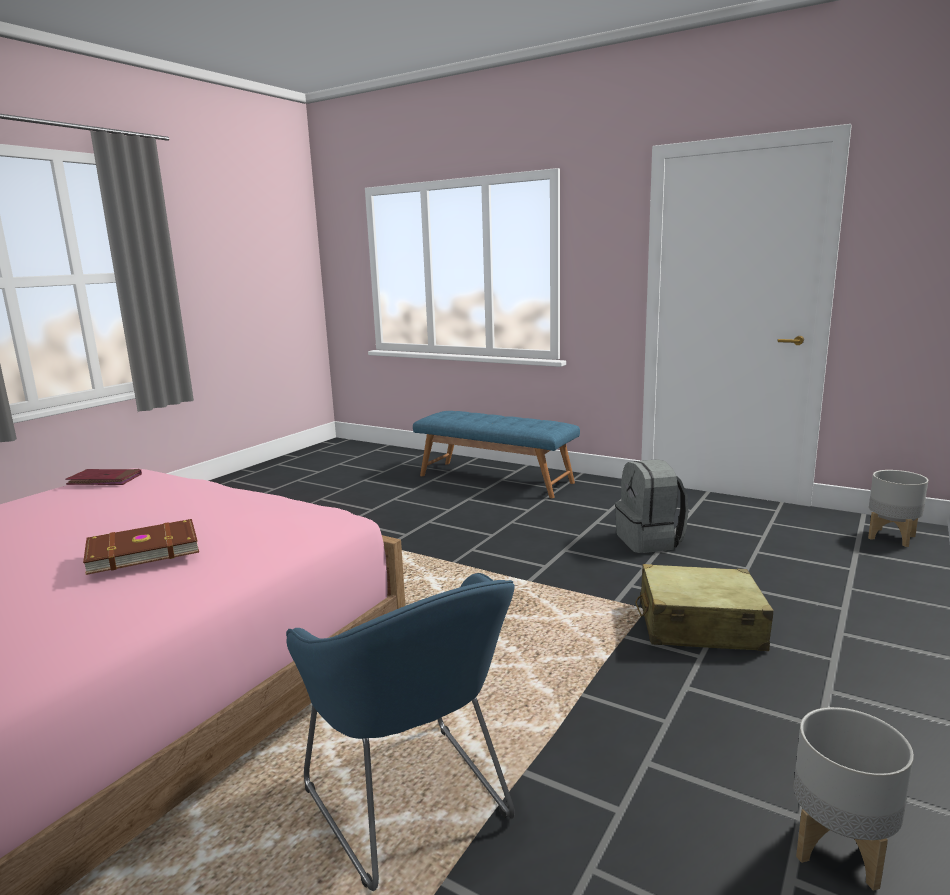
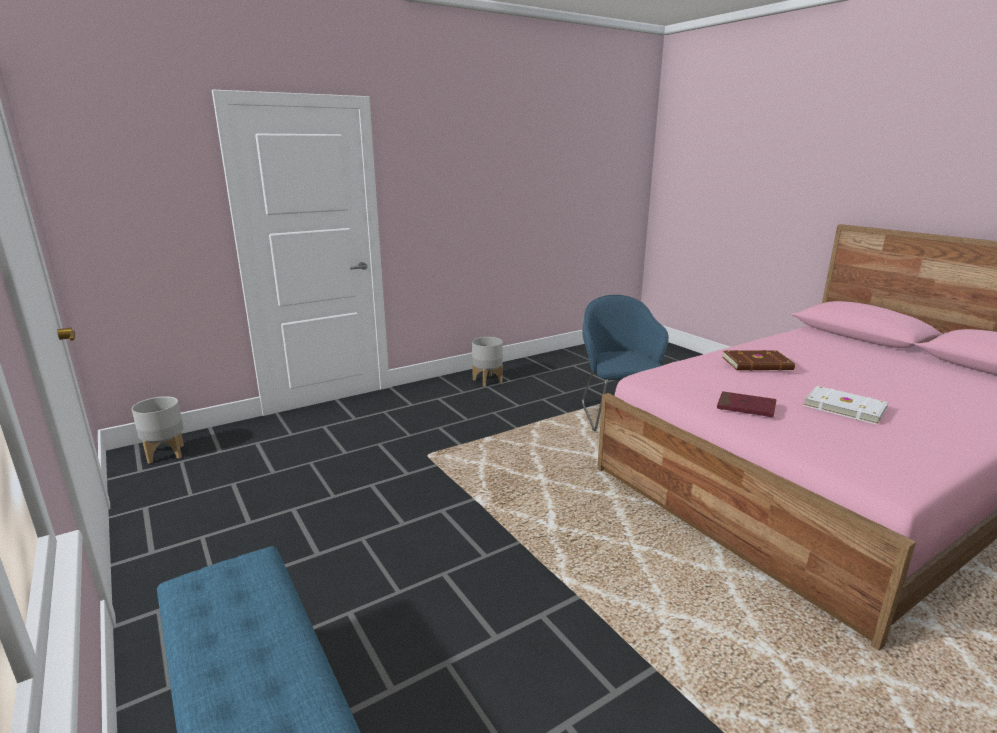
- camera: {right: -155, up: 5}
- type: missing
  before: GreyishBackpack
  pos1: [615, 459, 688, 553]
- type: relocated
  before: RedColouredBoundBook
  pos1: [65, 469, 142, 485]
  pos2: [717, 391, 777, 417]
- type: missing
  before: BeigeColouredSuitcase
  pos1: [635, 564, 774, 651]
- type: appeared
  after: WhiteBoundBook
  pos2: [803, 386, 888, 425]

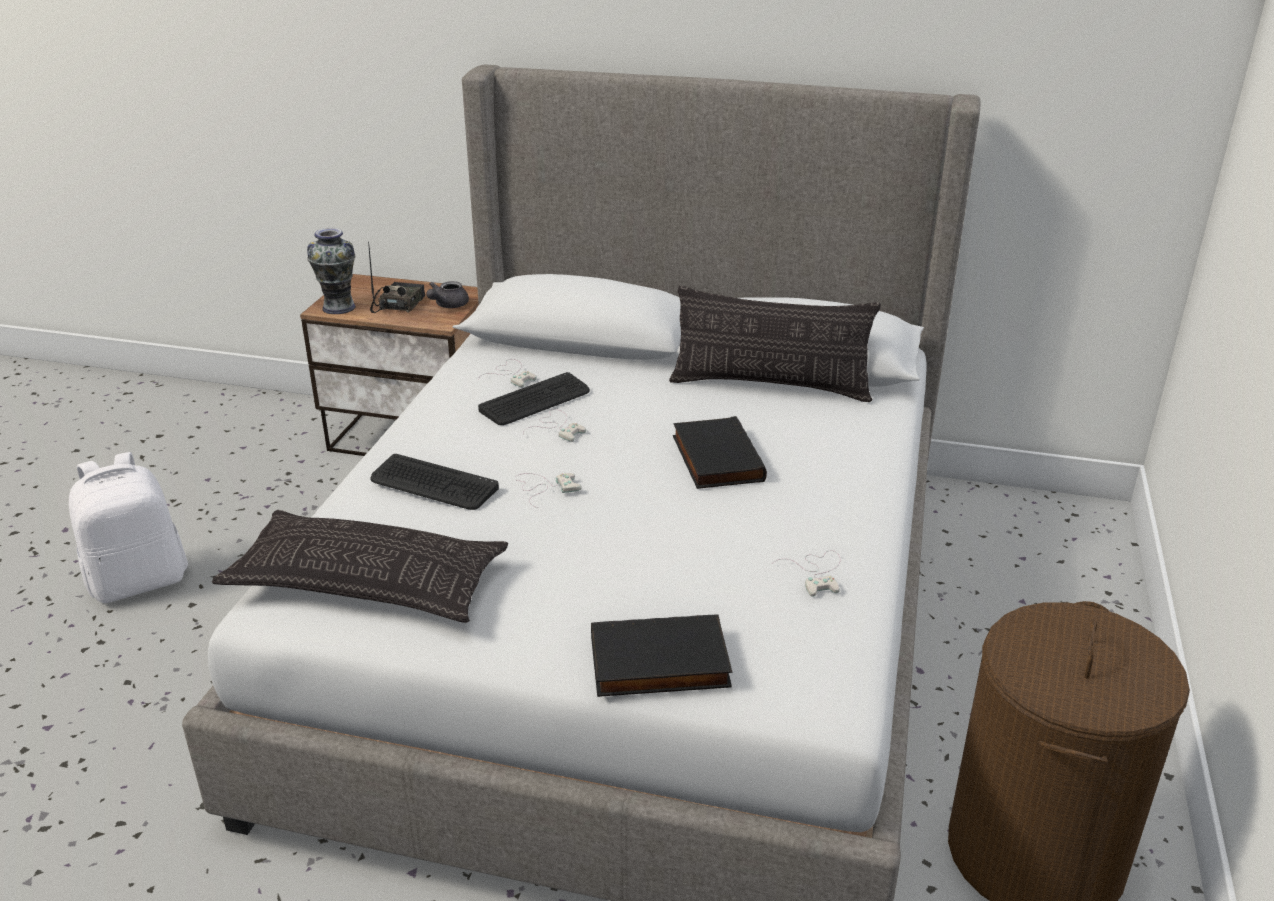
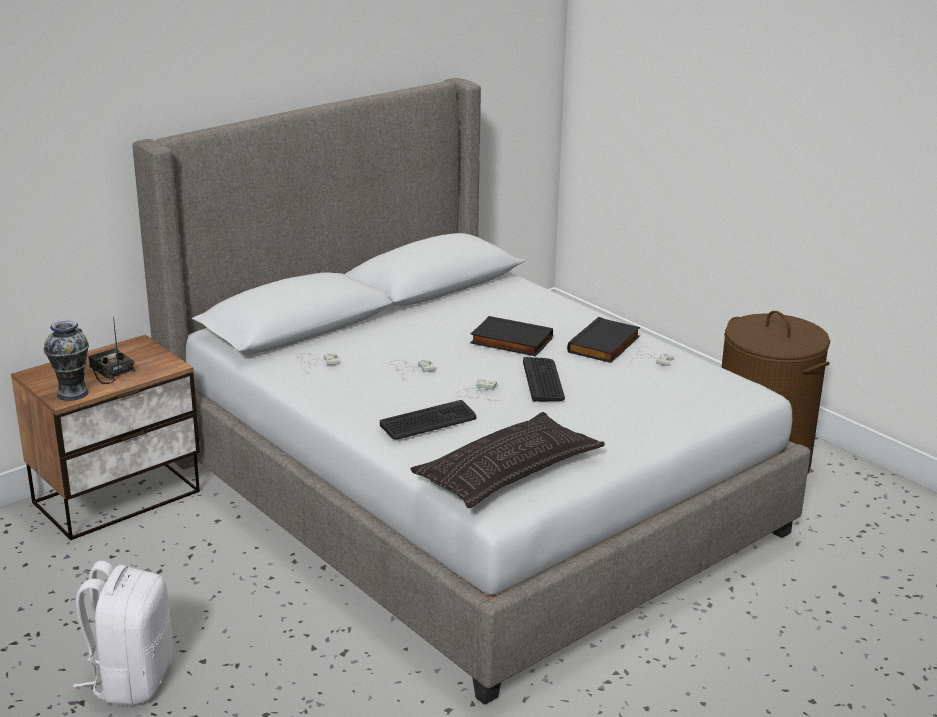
- camera: {right: -55, up: -5}
- type: missing
  before: GreyishTeaPot
  pos1: [426, 281, 469, 308]
- type: missing
  before: ThrowPillow
  pos1: [669, 286, 881, 402]
- type: relocated
  before: ComputerKeyboard
  pos1: [478, 372, 590, 425]
  pos2: [523, 357, 565, 402]
- type: relocated
  before: BlackishBoundBook
  pos1: [591, 614, 732, 697]
  pos2: [567, 317, 640, 363]

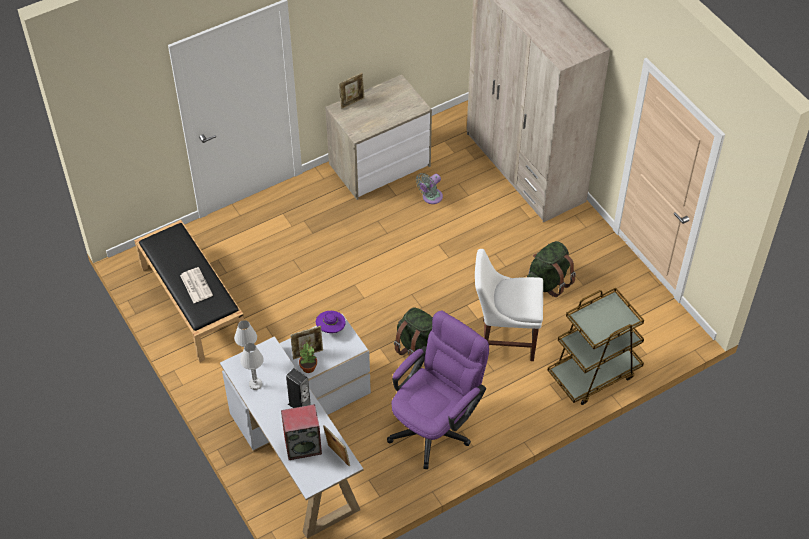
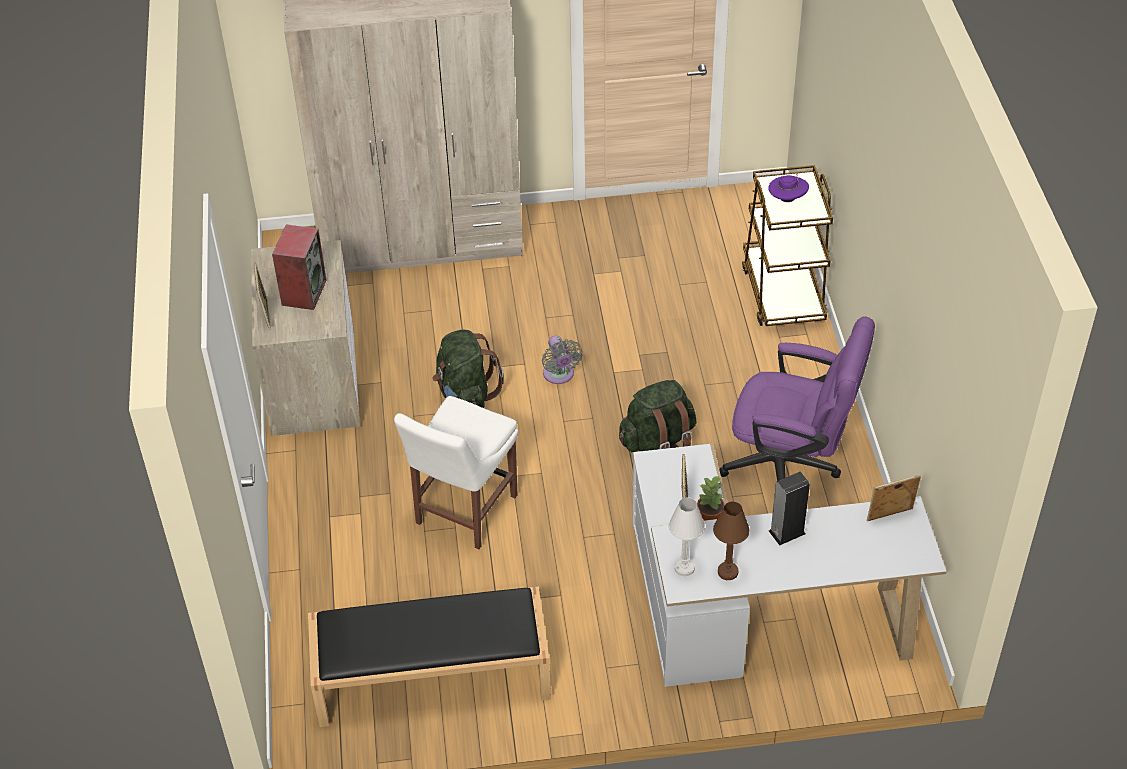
- camera: {right: -65, up: -5}
- type: relocated
  before: GreyishCoolingFan
  pos1: [416, 173, 443, 204]
  pos2: [542, 336, 583, 384]
- type: relocated
  before: GreenishBackpack
  pos1: [527, 241, 576, 297]
  pos2: [432, 330, 504, 408]
- type: relocated
  before: WhiteUprightChair
  pos1: [475, 249, 543, 361]
  pos2: [394, 396, 518, 549]
- type: missing
  before: Newspaper
  pos1: [180, 267, 213, 303]
- type: relocated
  before: PurpleHat
  pos1: [316, 311, 346, 333]
  pos2: [768, 173, 809, 202]
- type: spun
  before: PurpleOfficeChair
  pos1: [387, 311, 489, 469]
  pos2: [719, 317, 875, 481]
  turn: 135
- type: colour
  before: WhiteLampForATable
  after: BrownLampForATable
  pos1: [240, 343, 264, 390]
  pos2: [713, 501, 750, 580]
- type: relocated
  before: Speaker
  pos1: [281, 404, 322, 460]
  pos2: [272, 224, 326, 310]

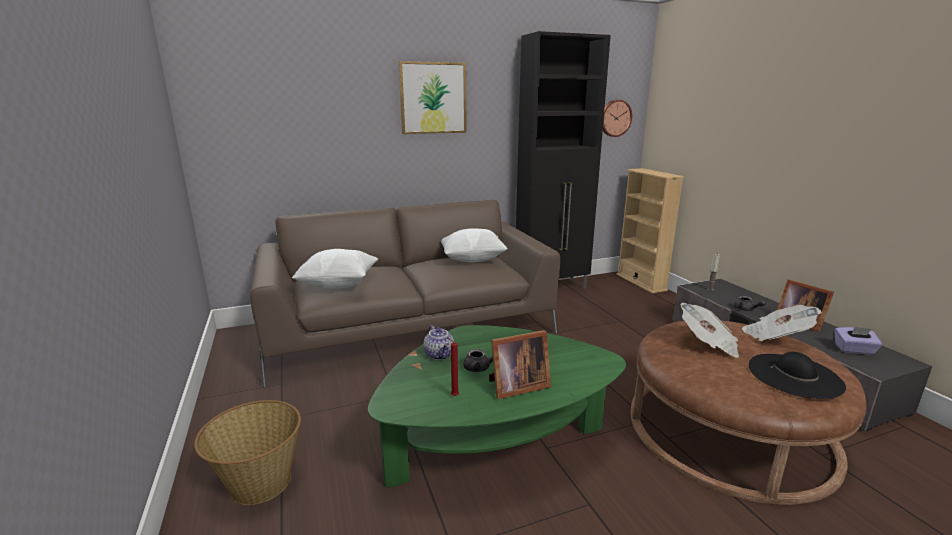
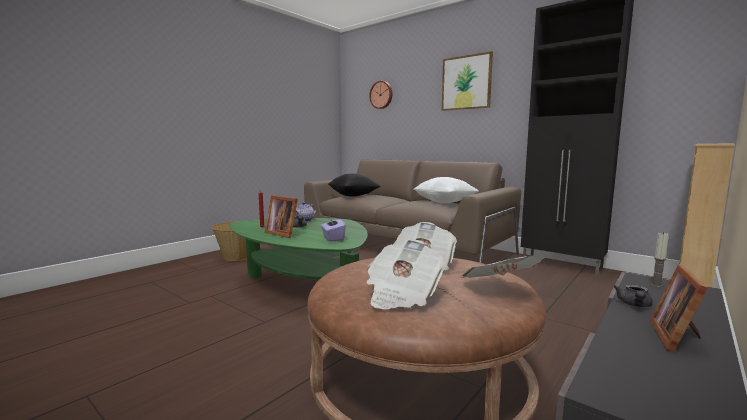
- camera: {right: 60, up: -10}
- type: relocated
  before: ClockOnTheWall
  pos1: [603, 100, 632, 137]
  pos2: [369, 81, 392, 109]
- type: colour
  before: WhiteThrowPillow
  after: BlackishThrowPillow
  pos1: [292, 249, 378, 289]
  pos2: [328, 174, 381, 197]
- type: relocated
  before: PurpleTissueHolder
  pos1: [835, 327, 882, 355]
  pos2: [321, 216, 346, 242]
- type: exchanged
  before: BlackishHat
  after: Newspaper
  pos1: [749, 352, 846, 399]
  pos2: [366, 239, 446, 309]

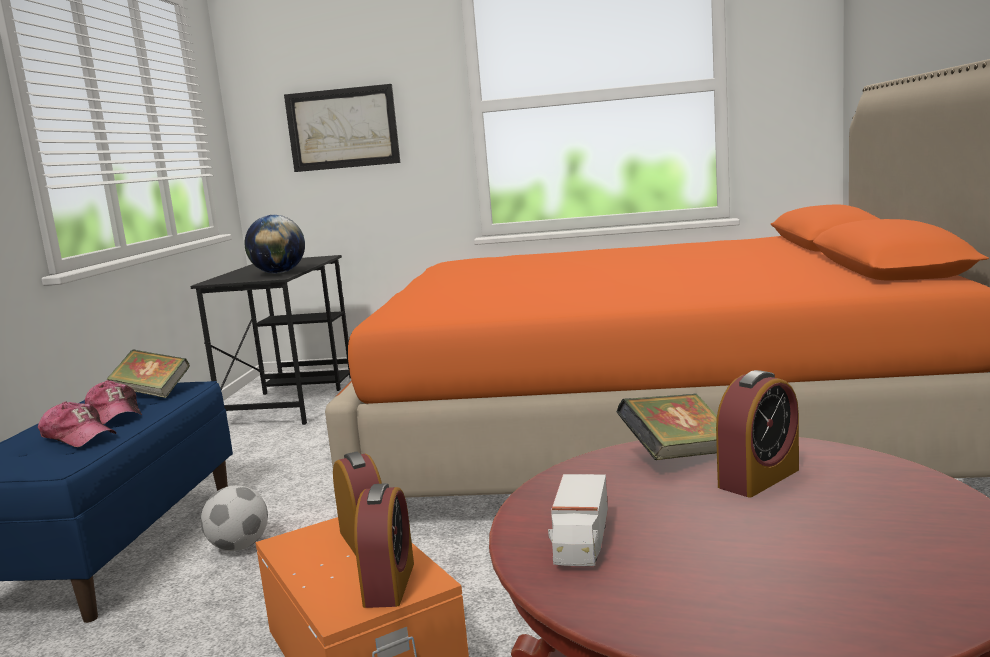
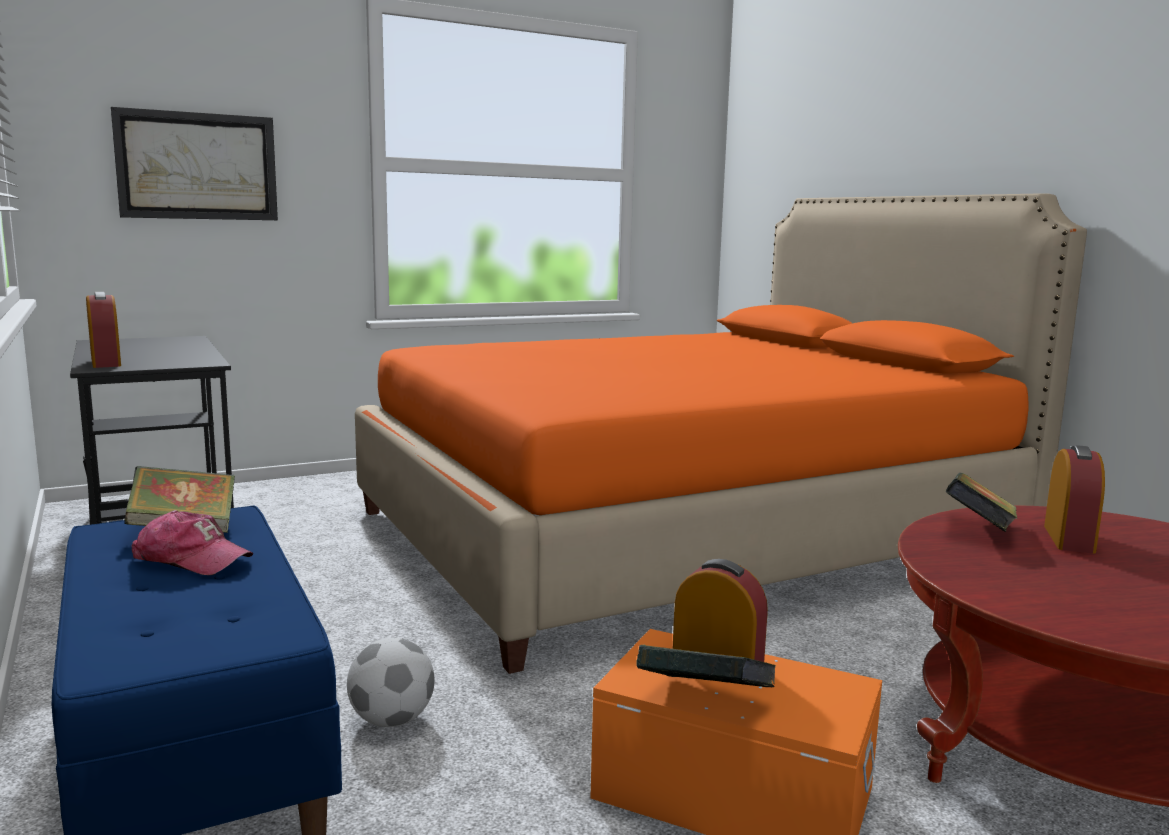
- camera: {right: -35, up: 0}
- type: missing
  before: DeskGlobe
  pos1: [245, 215, 305, 274]
- type: missing
  before: Cap
  pos1: [38, 401, 116, 447]
- type: missing
  before: ToyTruck
  pos1: [548, 474, 608, 566]
- type: relocated
  before: BedsideClock
  pos1: [354, 483, 414, 608]
  pos2: [86, 292, 121, 368]
- type: appeared
  after: BoundBook
  pos2: [636, 644, 776, 687]

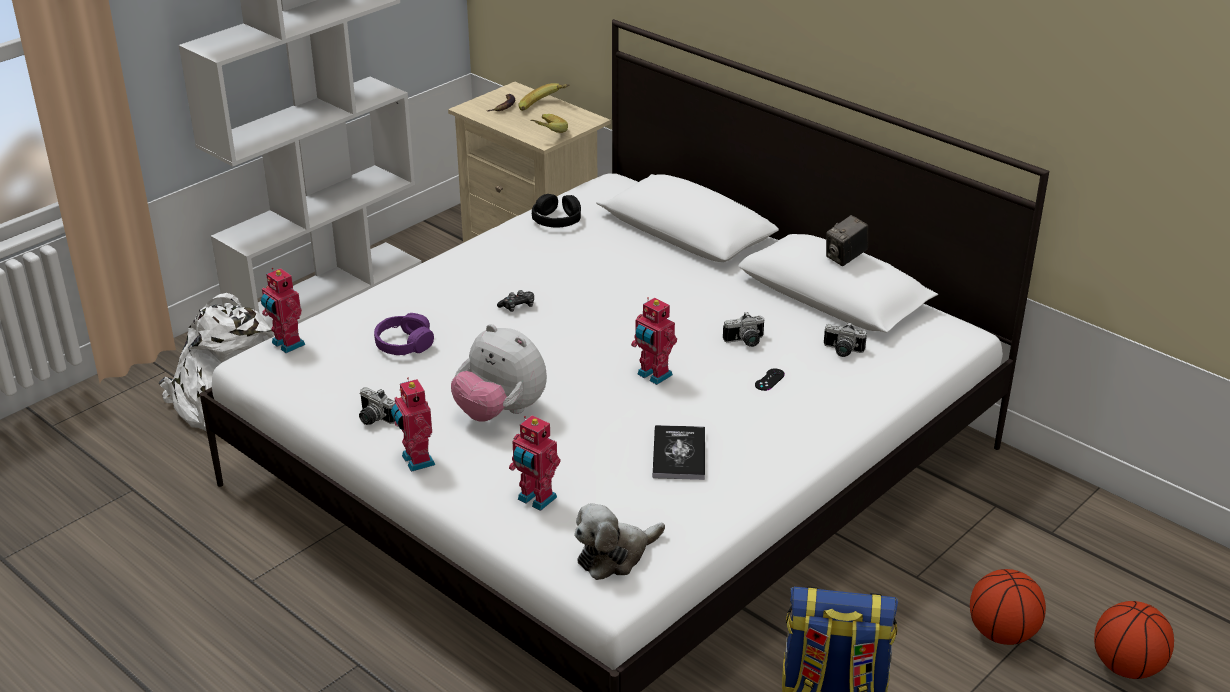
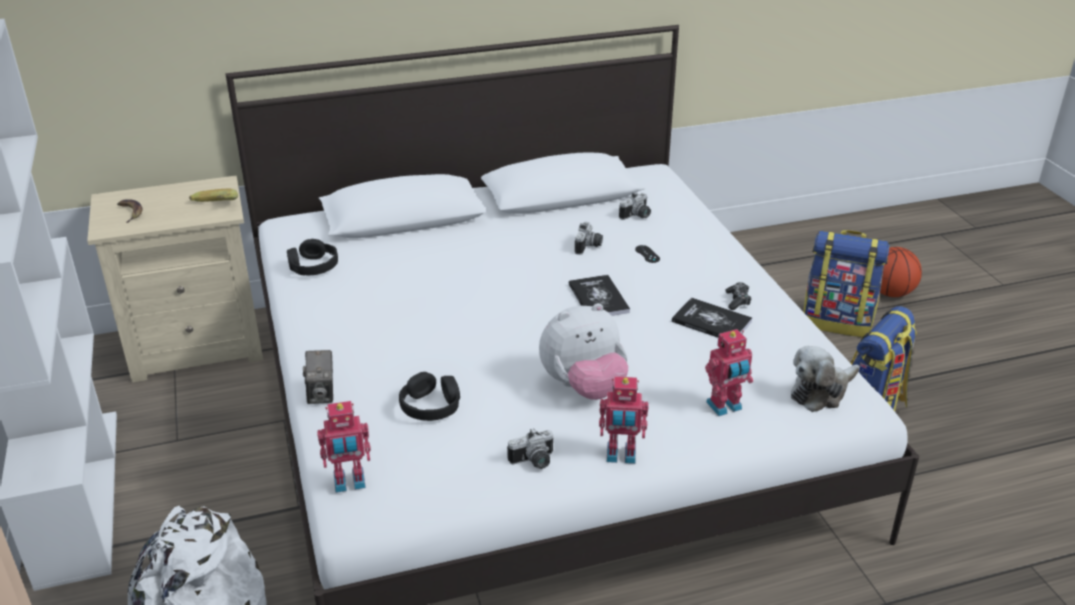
- camera: {right: -60, up: 0}
- type: missing
  before: BananaFruit
  pos1: [519, 83, 569, 111]
- type: relocated
  before: StillCamera
  pos1: [826, 215, 868, 266]
  pos2: [303, 350, 333, 404]
- type: relocated
  before: GameController
  pos1: [497, 290, 534, 312]
  pos2: [725, 282, 752, 310]
- type: exchanged
  before: ModelRobot
  after: BoundBook
  pos1: [631, 297, 677, 385]
  pos2: [569, 275, 630, 316]
- type: colour
  before: PurpleHeadset
  after: BlackishHeadset
  pos1: [374, 313, 434, 355]
  pos2: [399, 372, 460, 421]
- type: spun
  before: CuddlyToy
  pos1: [575, 503, 665, 580]
  pos2: [791, 346, 860, 412]
  turn: 60
- type: exchanged
  before: BasketballBall
  after: Backpack
  pos1: [970, 569, 1046, 645]
  pos2: [804, 230, 889, 337]

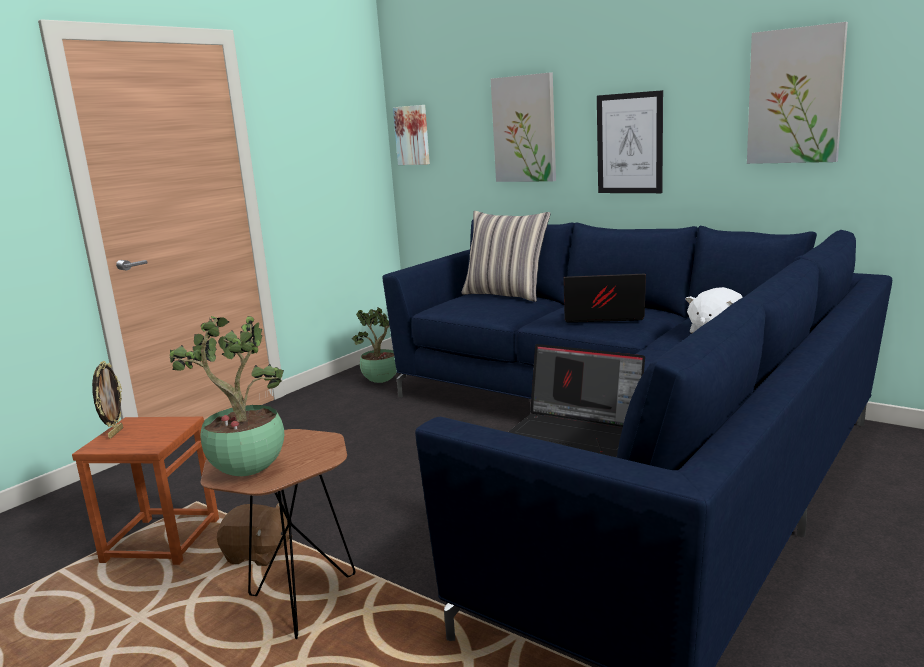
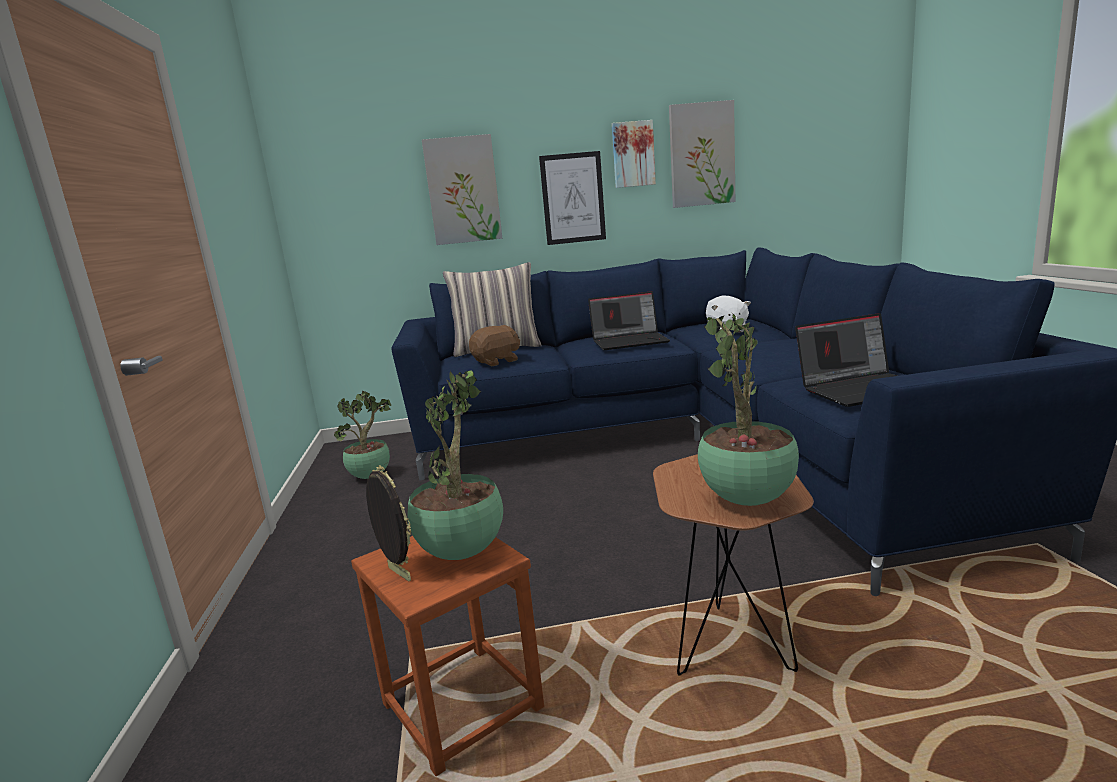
- camera: {right: -45, up: 0}
- type: relocated
  before: WallPicture
  pos1: [393, 105, 430, 165]
  pos2: [612, 120, 656, 188]
- type: spun
  before: Laptop
  pos1: [563, 274, 646, 323]
  pos2: [588, 291, 670, 350]
  turn: -150
- type: relocated
  before: BrownCuddlyToy
  pos1: [217, 503, 289, 566]
  pos2: [469, 325, 520, 366]
- type: appeared
  after: Houseplant
  pos2: [407, 370, 503, 560]

